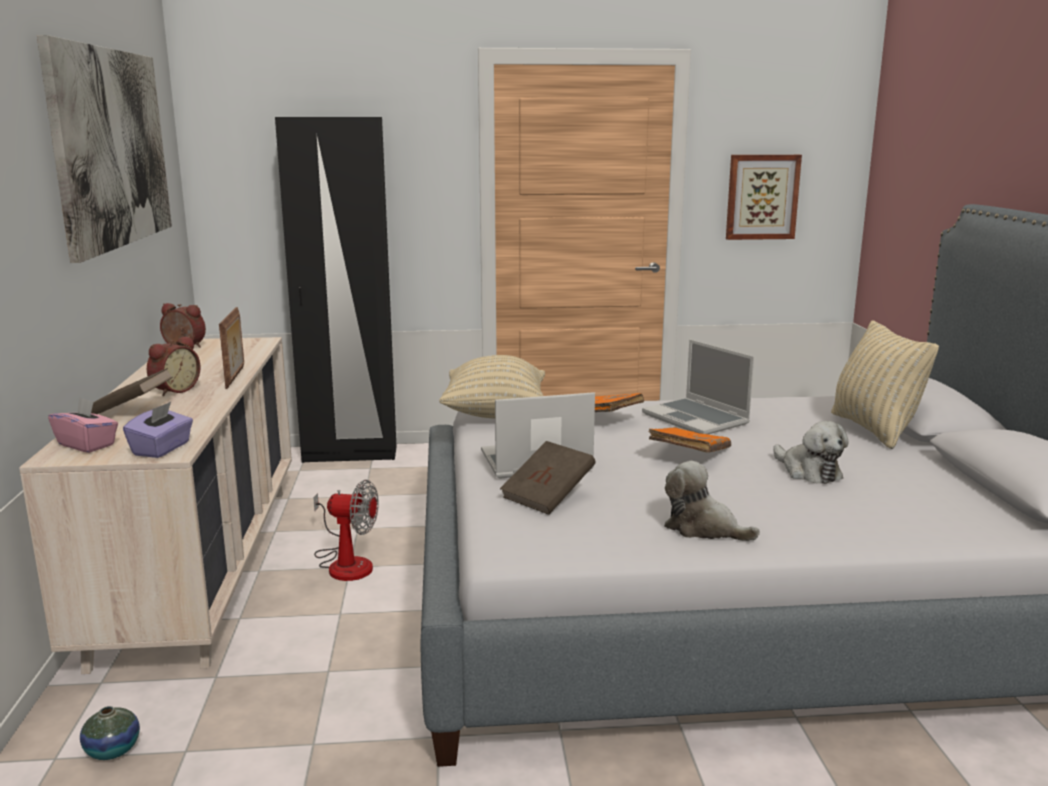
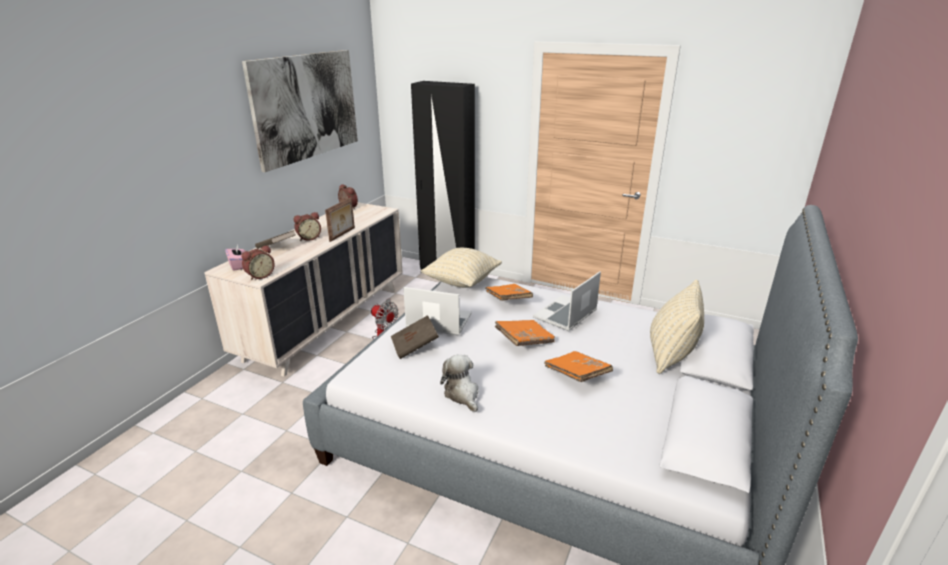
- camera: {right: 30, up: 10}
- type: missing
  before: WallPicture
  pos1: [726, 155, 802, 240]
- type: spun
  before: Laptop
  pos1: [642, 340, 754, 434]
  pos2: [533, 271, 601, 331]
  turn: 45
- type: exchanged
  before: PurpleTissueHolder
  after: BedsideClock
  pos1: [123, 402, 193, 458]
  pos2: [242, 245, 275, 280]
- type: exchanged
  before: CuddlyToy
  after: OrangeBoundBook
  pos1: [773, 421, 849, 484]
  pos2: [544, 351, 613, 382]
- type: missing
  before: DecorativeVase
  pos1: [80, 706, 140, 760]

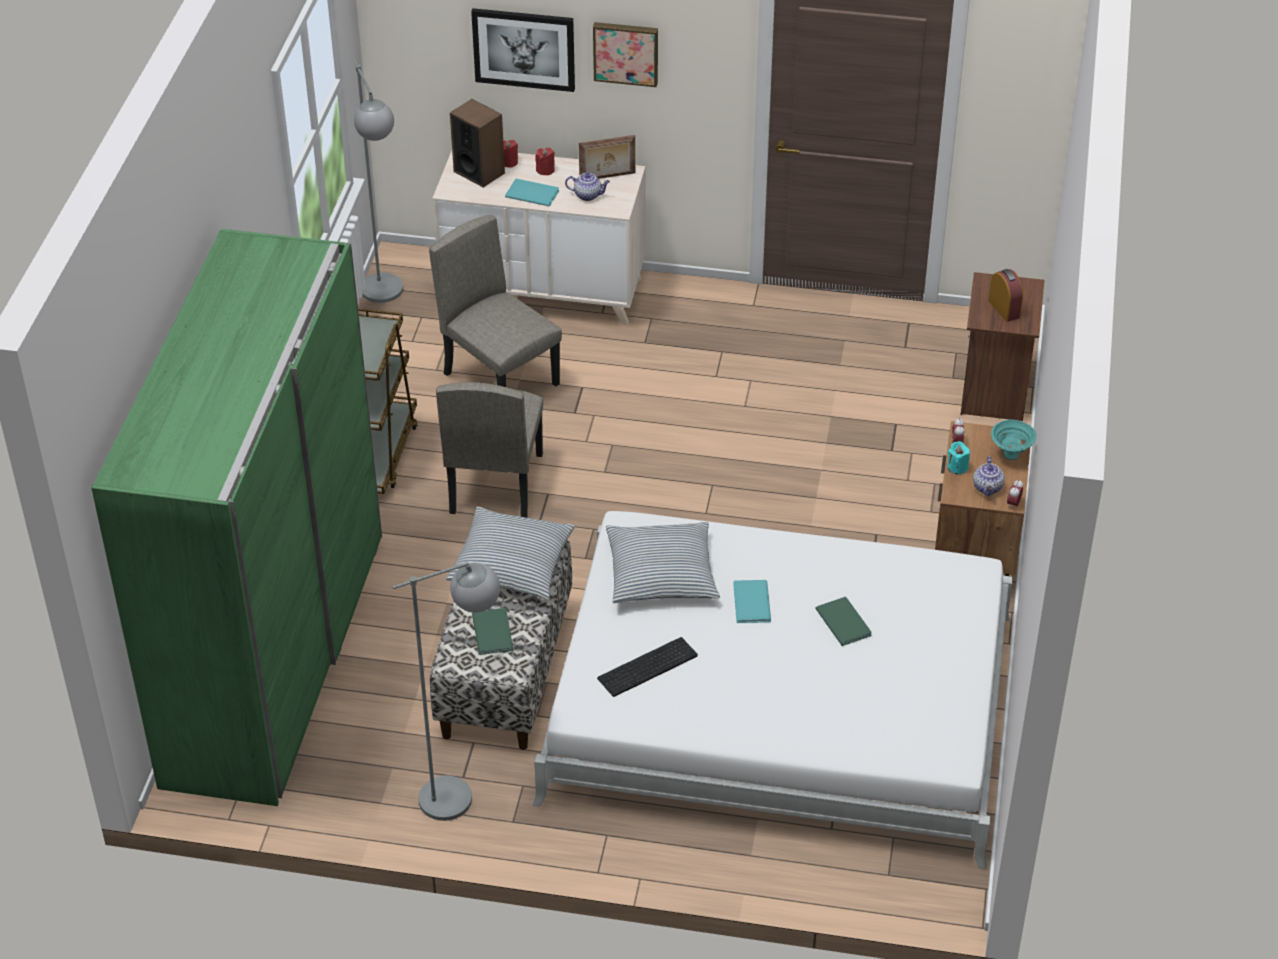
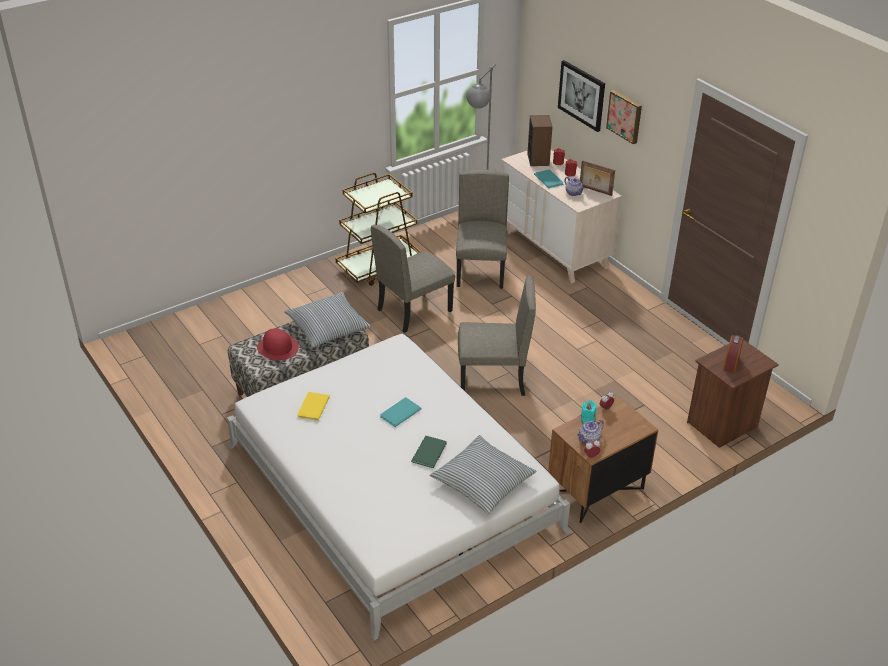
- camera: {right: 45, up: -5}
- type: missing
  before: GreenishClothesCupboard
  pos1: [91, 229, 382, 806]
- type: missing
  before: BlueGreenServingBowl
  pos1: [991, 420, 1036, 460]
- type: relocated
  before: ThrowPillow
  pos1: [606, 522, 720, 603]
  pos2: [430, 435, 537, 515]
- type: missing
  before: GreyishStandardLamp
  pos1: [392, 562, 500, 821]
- type: exchanged
  before: GreenishBoundBook
  after: RedColouredHat
  pos1: [472, 608, 513, 655]
  pos2: [257, 328, 299, 360]
- type: exchanged
  before: ComputerKeyboard
  after: YellowColouredBoundBook
  pos1: [597, 637, 698, 697]
  pos2: [297, 392, 330, 421]
- type: appeared
  after: BeigeColouredUprightChair
  pos2: [458, 276, 536, 396]

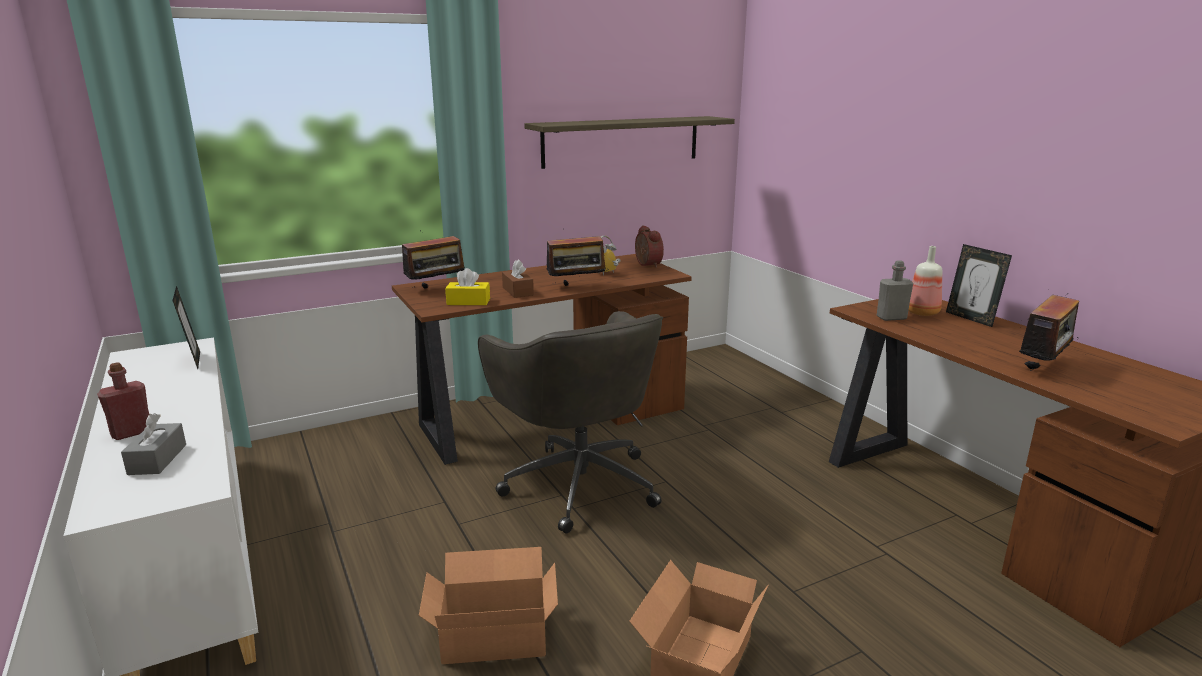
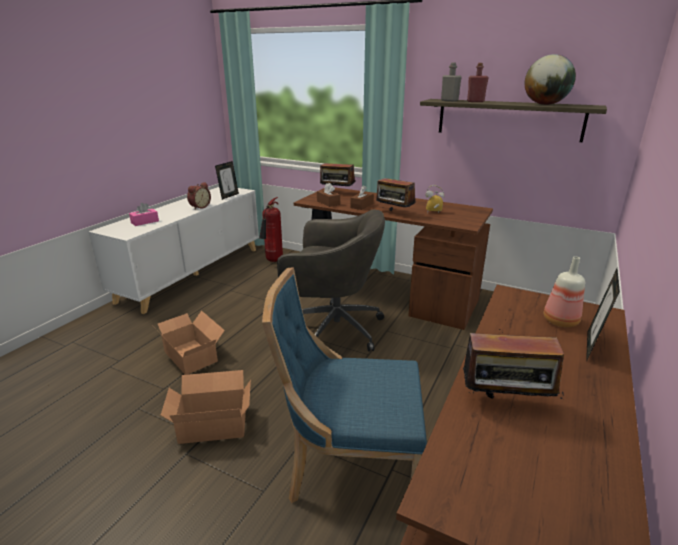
- camera: {right: 55, up: 5}
- type: relocated
  before: BedsideClock
  pos1: [635, 225, 664, 268]
  pos2: [187, 182, 211, 210]
- type: relocated
  before: GreyishBeverageBottle
  pos1: [877, 260, 913, 321]
  pos2: [441, 63, 461, 101]
- type: colour
  before: YellowColouredTissueHolder
  after: BrownTissueHolder
  pos1: [445, 268, 490, 305]
  pos2: [317, 183, 340, 207]
- type: spun
  before: GreyishOfficeChair
  pos1: [478, 311, 663, 534]
  pos2: [277, 209, 385, 351]
  turn: -105
- type: relocated
  before: RedColouredBeverageBottle
  pos1: [97, 362, 149, 440]
  pos2: [467, 63, 489, 102]
- type: colour
  before: GreyishTissueHolder
  after: PinkColouredTissueHolder
  pos1: [121, 413, 186, 475]
  pos2: [129, 203, 159, 226]
- type: appeared
  after: DeskGlobe
  pos2: [525, 54, 576, 105]
- type: appeared
  after: FireExtinguisher
  pos2: [259, 197, 283, 262]
- type: appeared
  after: BlueUprightChair
  pos2: [262, 267, 427, 503]

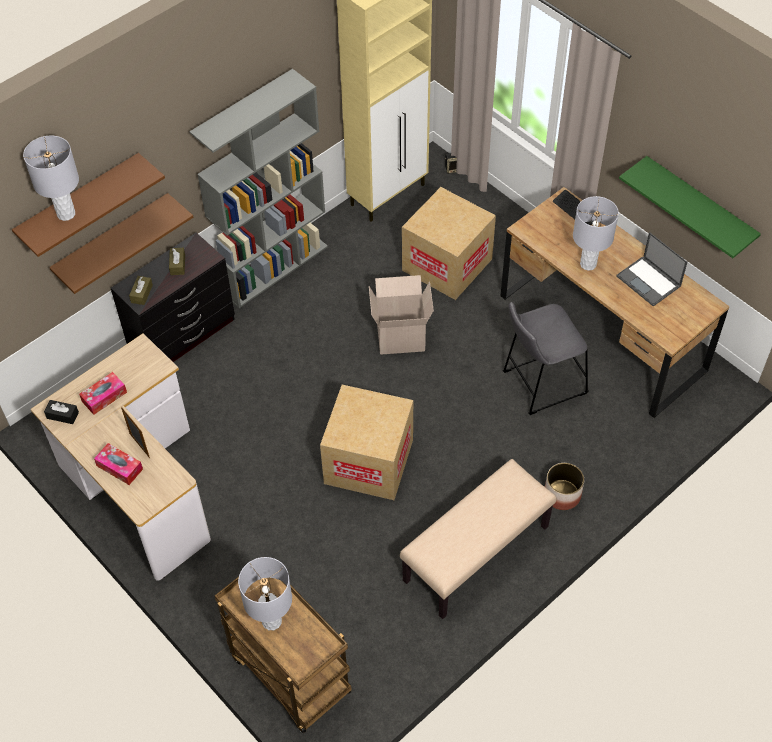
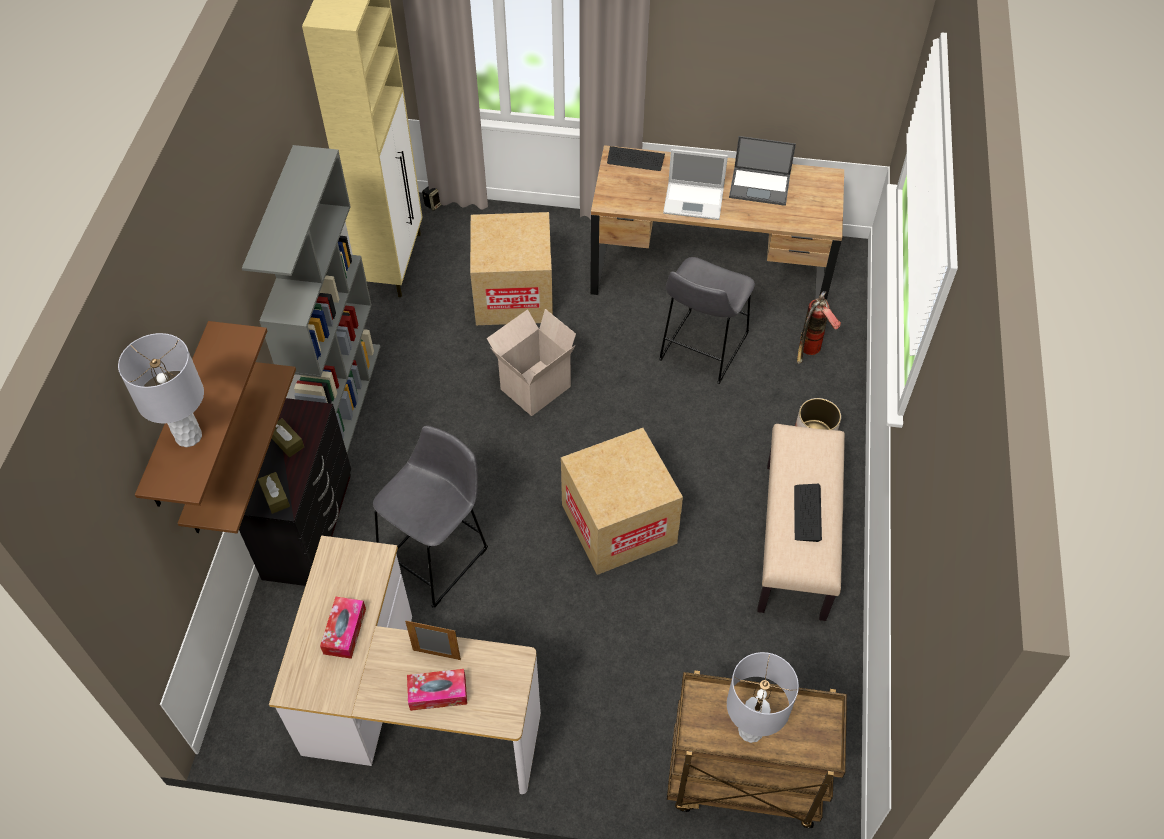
- camera: {right: -40, up: 0}
- type: missing
  before: GreenishBracketShelf
  pos1: [619, 156, 761, 258]
- type: exchanged
  before: GreyishLampForATable
  after: Laptop
  pos1: [573, 196, 619, 271]
  pos2: [663, 149, 728, 220]
- type: missing
  before: BlackishTissueHolder
  pos1: [44, 400, 79, 424]
- type: appeared
  after: FireExtinguisher
  pos2: [797, 291, 841, 364]
- type: appeared
  after: GreyishStool
  pos2: [373, 426, 488, 608]
- type: appeared
  after: ComputerKeyboard
  pos2: [794, 484, 822, 542]

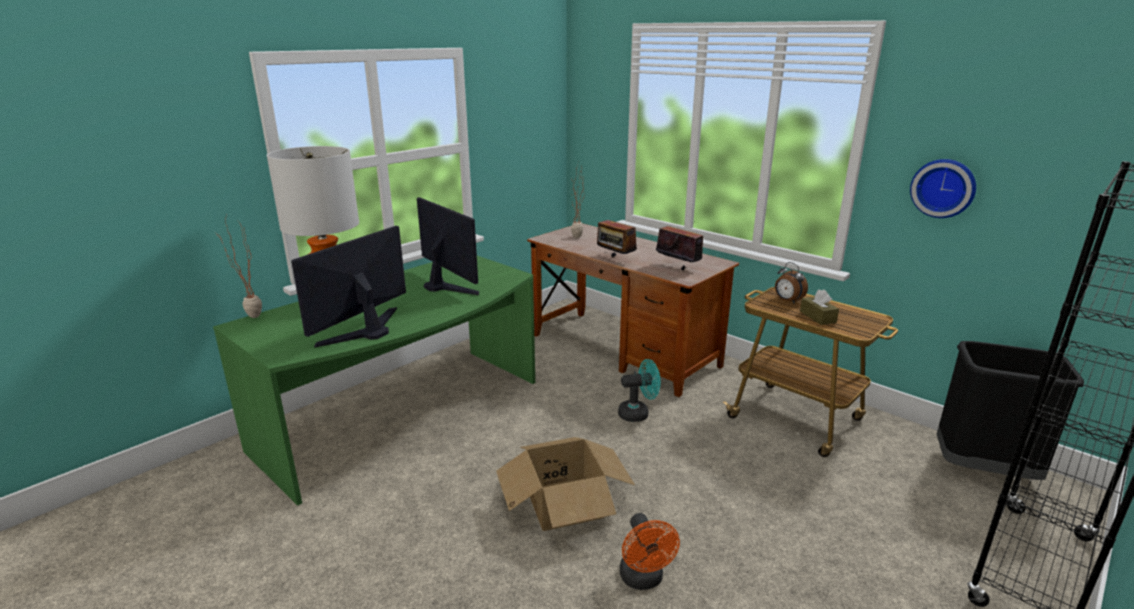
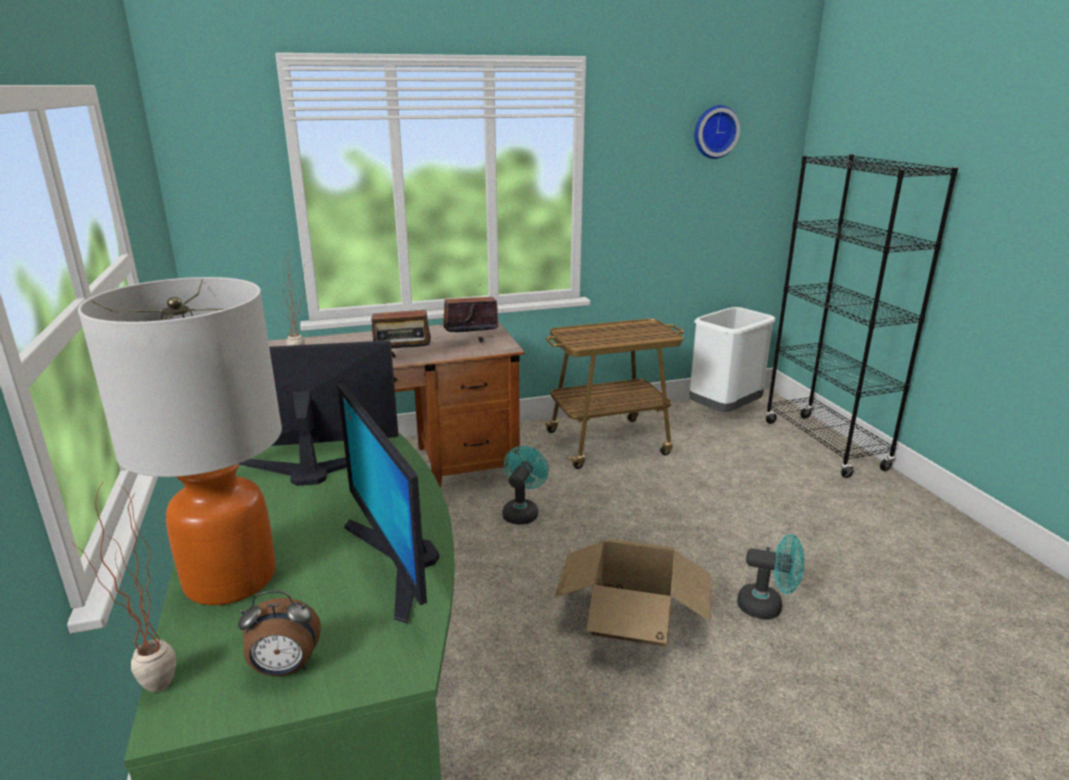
- camera: {right: -60, up: 0}
- type: relocated
  before: ClockOnTheWall
  pos1: [910, 159, 976, 218]
  pos2: [694, 105, 740, 159]
- type: relocated
  before: BedsideClock
  pos1: [775, 262, 808, 304]
  pos2: [238, 591, 321, 676]
- type: missing
  before: BrownTissueHolder
  pos1: [800, 289, 839, 325]
- type: colour
  before: BlackishTrashCan
  after: WhiteTrashCan
  pos1: [937, 341, 1084, 480]
  pos2: [689, 307, 775, 412]
- type: colour
  before: OrangeCoolingFan
  after: BlueGreenCoolingFan
  pos1: [620, 513, 680, 590]
  pos2: [737, 534, 804, 619]

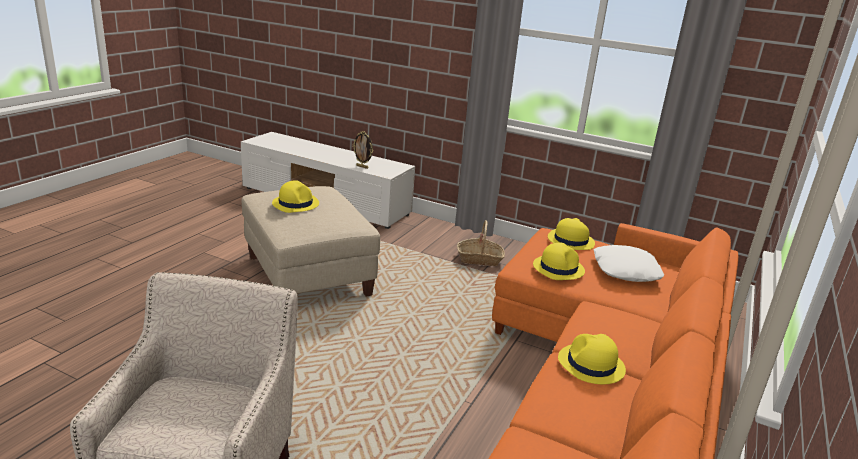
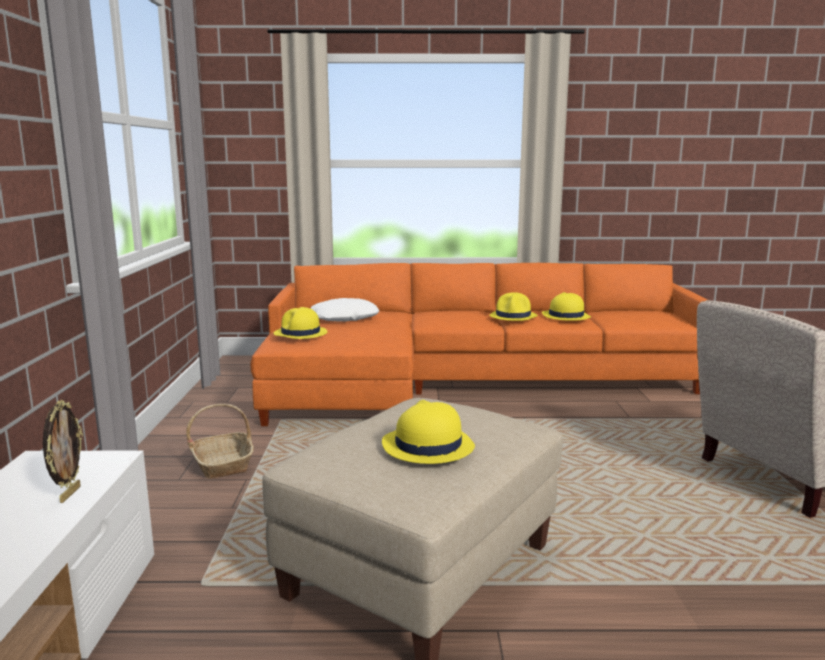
- camera: {right: -115, up: -10}
- type: relocated
  before: YellowColouredHat
  pos1: [533, 243, 585, 280]
  pos2: [542, 292, 591, 321]

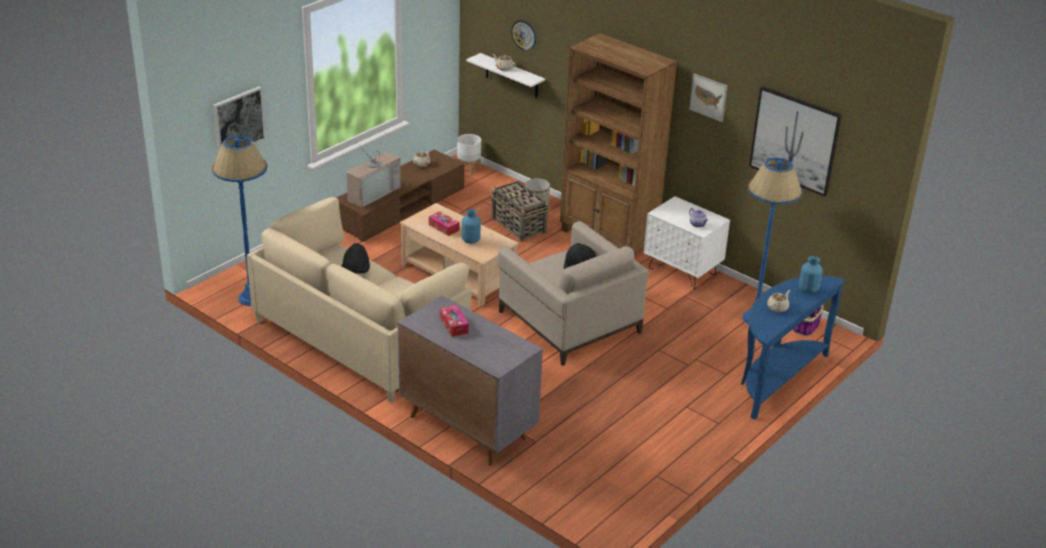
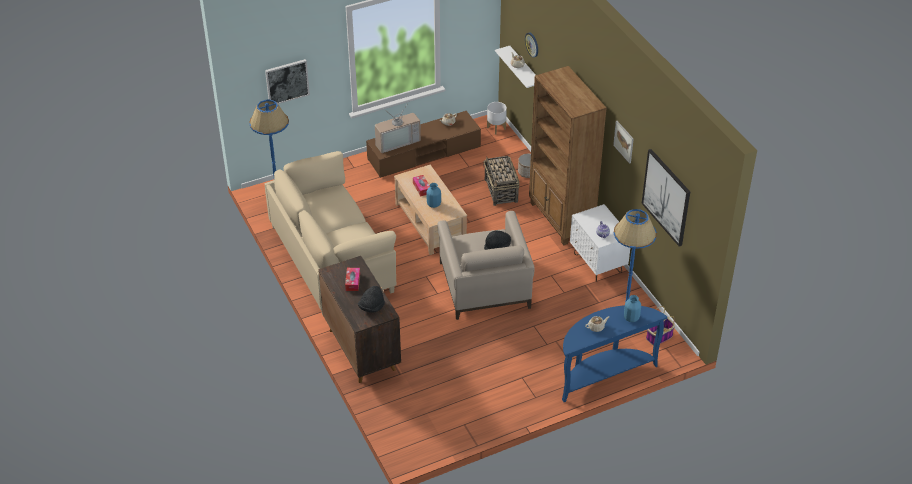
- camera: {right: 25, up: 10}
- type: relocated
  before: BlackishHat
  pos1: [341, 243, 370, 274]
  pos2: [358, 286, 385, 313]
- type: colour
  before: GreyishCabinet
  after: BrownCabinet
  pos1: [398, 295, 543, 465]
  pos2: [318, 256, 401, 383]

